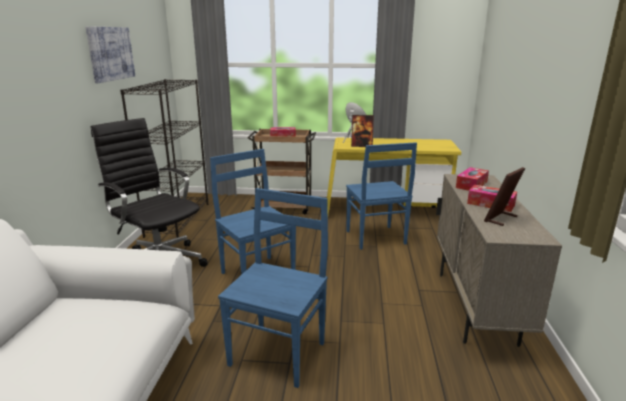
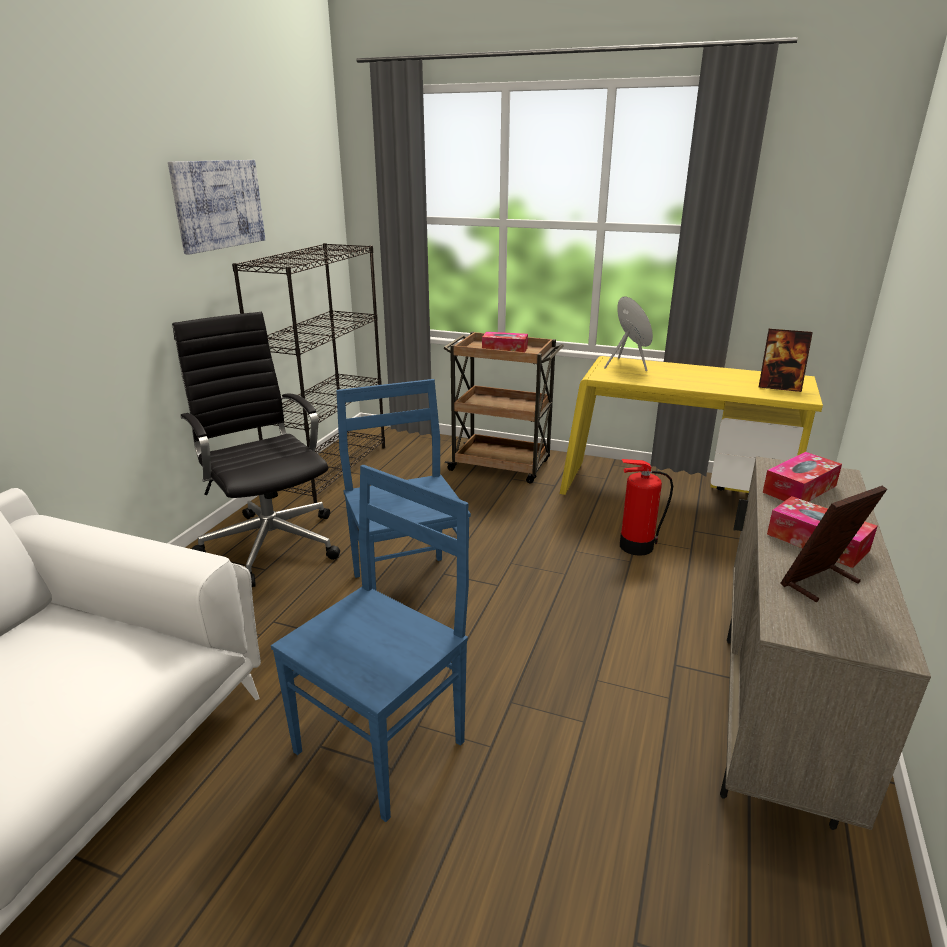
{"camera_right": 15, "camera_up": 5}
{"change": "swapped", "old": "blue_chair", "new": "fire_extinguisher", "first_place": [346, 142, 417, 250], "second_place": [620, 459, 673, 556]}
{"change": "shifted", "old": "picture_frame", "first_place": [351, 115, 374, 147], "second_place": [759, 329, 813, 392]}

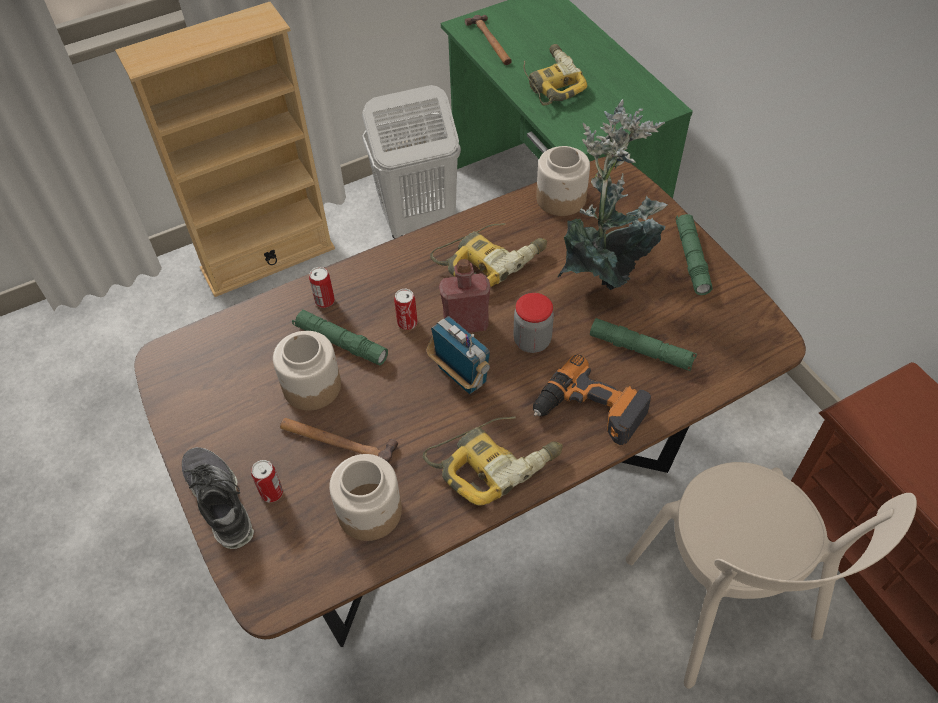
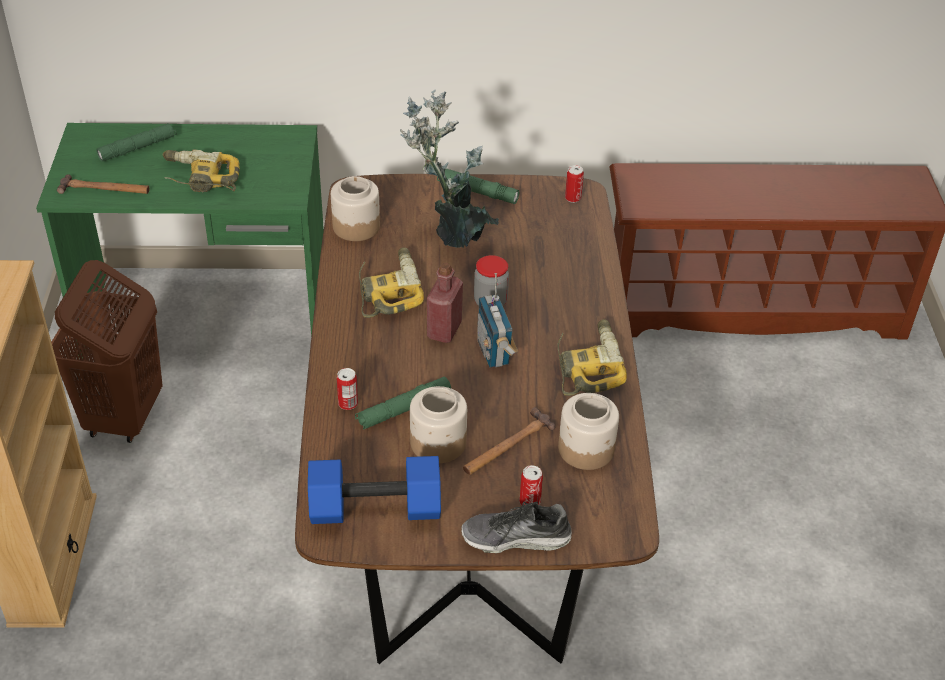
{"camera_right": -65, "camera_up": -10}
{"change": "repainted", "old": "white_laundry_basket", "new": "brown_laundry_basket", "first_place": [362, 85, 461, 239], "second_place": [51, 260, 163, 443]}
{"change": "shifted", "old": "green_flashlight", "first_place": [590, 318, 697, 371], "second_place": [96, 123, 177, 162]}
{"change": "new", "new": "blue_dumbbell", "second_place": [308, 456, 441, 524]}
{"change": "rotated", "old": "radio", "first_place": [427, 316, 490, 394], "second_place": [477, 273, 518, 368], "degrees": -90}
{"change": "shifted", "old": "can", "first_place": [394, 289, 418, 330], "second_place": [565, 165, 584, 203]}
{"change": "gone", "old": "power_drill", "first_place": [533, 354, 651, 445]}
{"change": "gone", "old": "beige_chair", "first_place": [626, 462, 917, 689]}

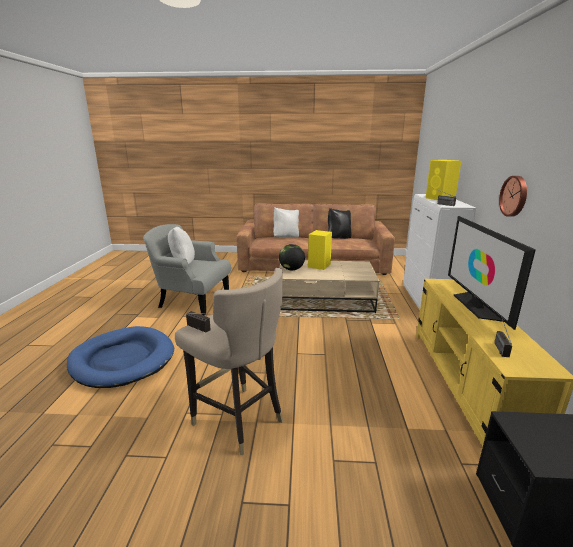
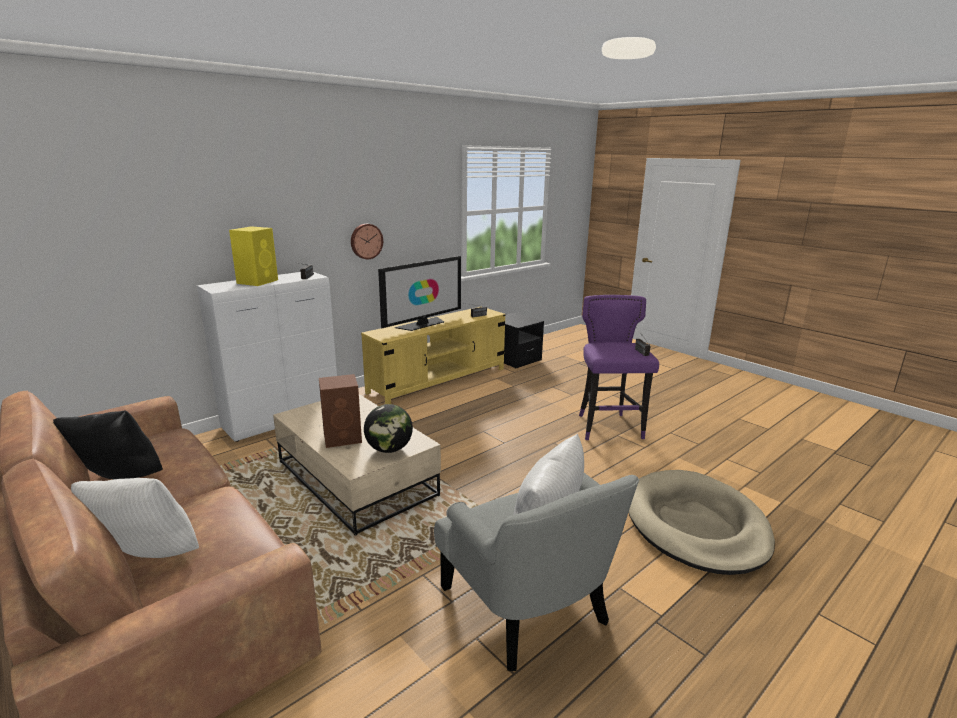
{"camera_right": -135, "camera_up": 0}
{"change": "repainted", "old": "yellow_speaker", "new": "brown_speaker", "first_place": [308, 230, 332, 270], "second_place": [319, 374, 362, 448]}
{"change": "repainted", "old": "beige_stool", "new": "purple_stool", "first_place": [175, 268, 283, 455], "second_place": [579, 295, 659, 440]}
{"change": "repainted", "old": "blue_dog_bed", "new": "beige_dog_bed", "first_place": [67, 326, 174, 388], "second_place": [628, 470, 775, 575]}

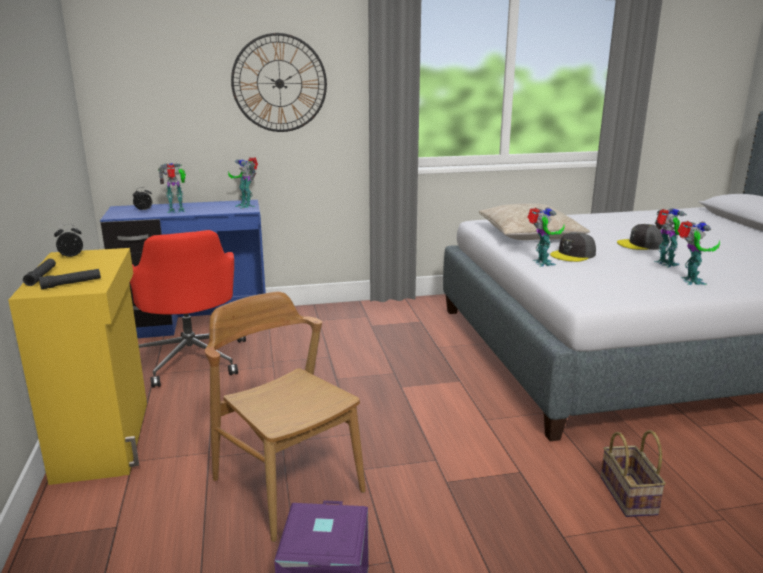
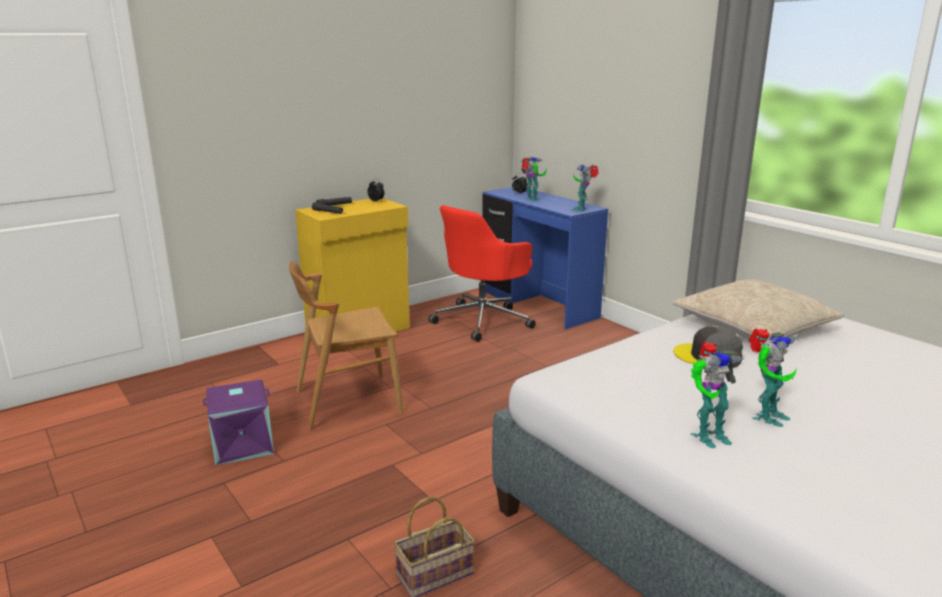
{"camera_right": 65, "camera_up": 0}
{"change": "rotated", "old": "brown_chair", "first_place": [205, 291, 366, 542], "second_place": [289, 261, 403, 430], "degrees": -135}
{"change": "gone", "old": "wall_clock", "first_place": [231, 33, 327, 132]}
{"change": "gone", "old": "toy_robot", "first_place": [527, 207, 565, 267]}
{"change": "gone", "old": "grey_cap", "first_place": [617, 224, 666, 250]}

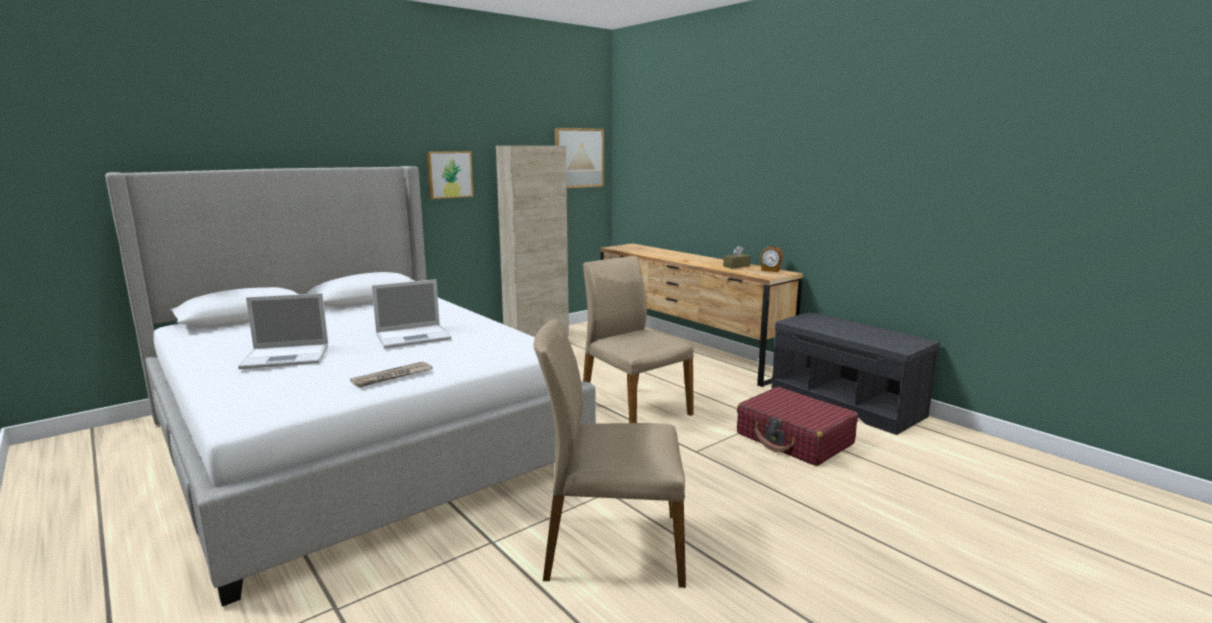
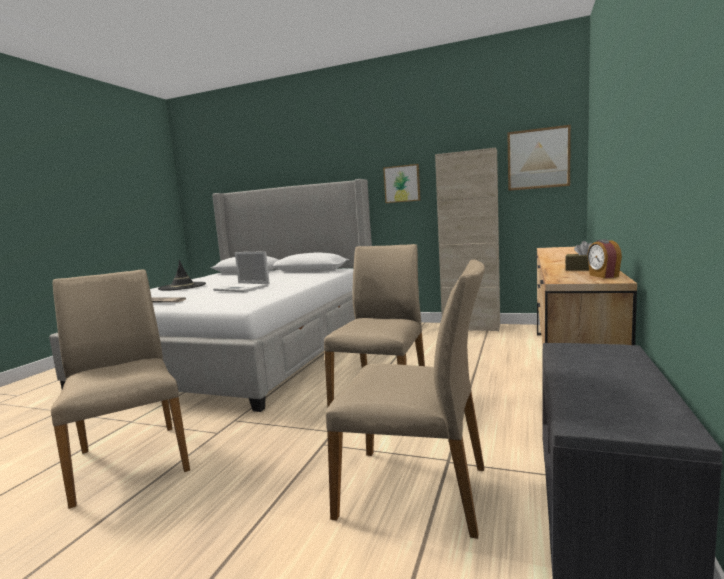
{"camera_right": 60, "camera_up": -5}
{"change": "swapped", "old": "laptop", "new": "black_hat", "first_place": [238, 293, 328, 369], "second_place": [158, 260, 206, 291]}
{"change": "swapped", "old": "red_suitcase", "new": "beige_chair", "first_place": [737, 387, 858, 466], "second_place": [326, 260, 485, 539]}

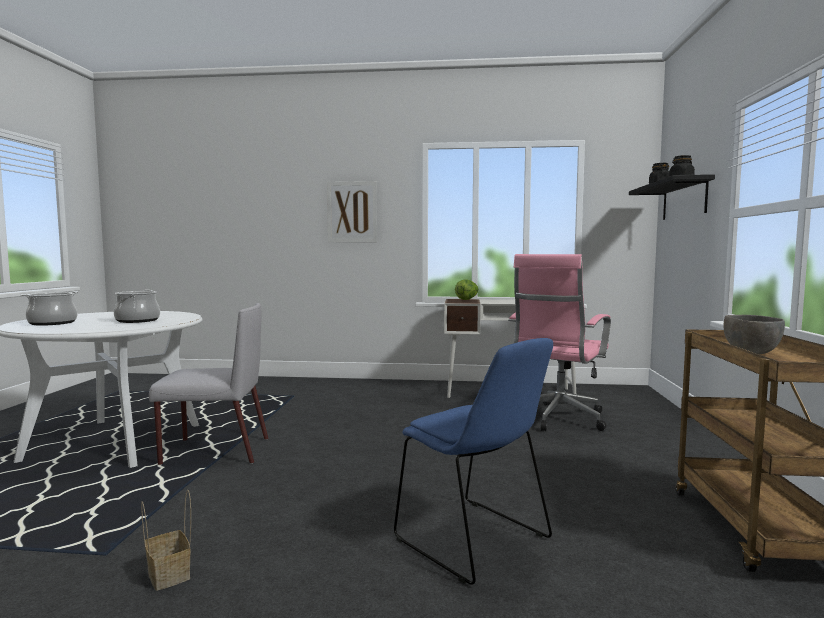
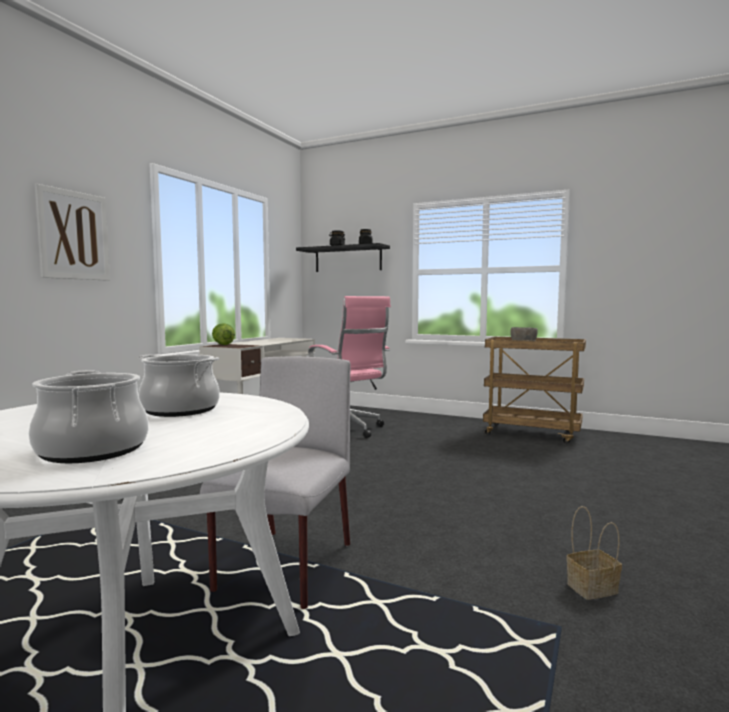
{"camera_right": -70, "camera_up": 0}
{"change": "gone", "old": "blue_chair", "first_place": [394, 338, 553, 585]}

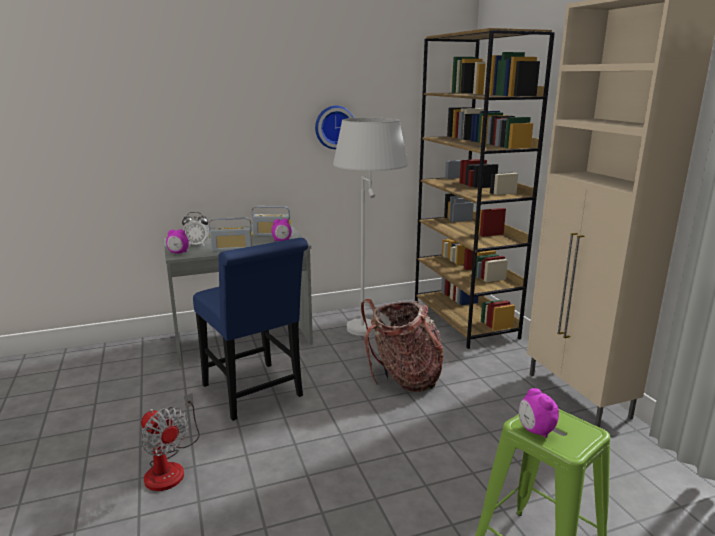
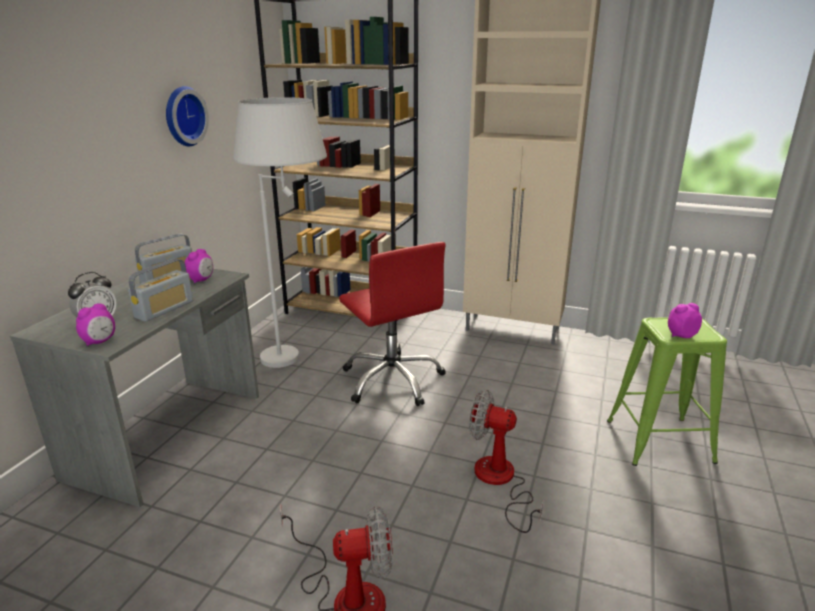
{"camera_right": -50, "camera_up": 5}
{"change": "swapped", "old": "backpack", "new": "red_office_chair", "first_place": [361, 299, 444, 392], "second_place": [339, 242, 446, 406]}
{"change": "new", "new": "fan", "second_place": [469, 390, 544, 533]}
{"change": "rotated", "old": "alarm_clock", "first_place": [519, 388, 559, 438], "second_place": [668, 303, 702, 338], "degrees": 150}
{"change": "gone", "old": "blue_chair", "first_place": [193, 238, 308, 421]}

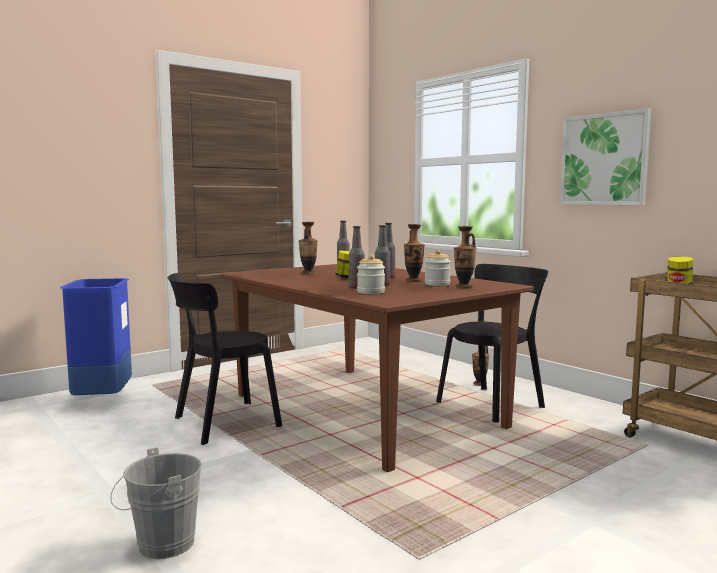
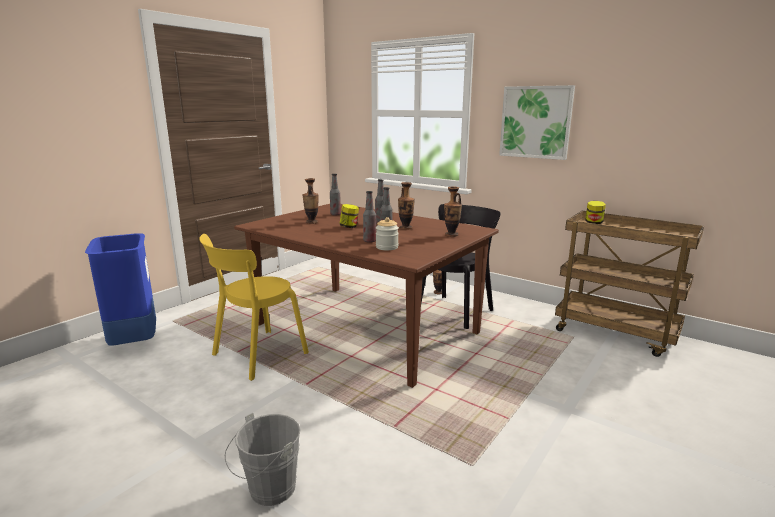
{"camera_right": -15, "camera_up": 10}
{"change": "repainted", "old": "black_chair", "new": "yellow_chair", "first_place": [168, 273, 282, 445], "second_place": [199, 234, 309, 381]}
{"change": "gone", "old": "jar", "first_place": [425, 250, 451, 286]}

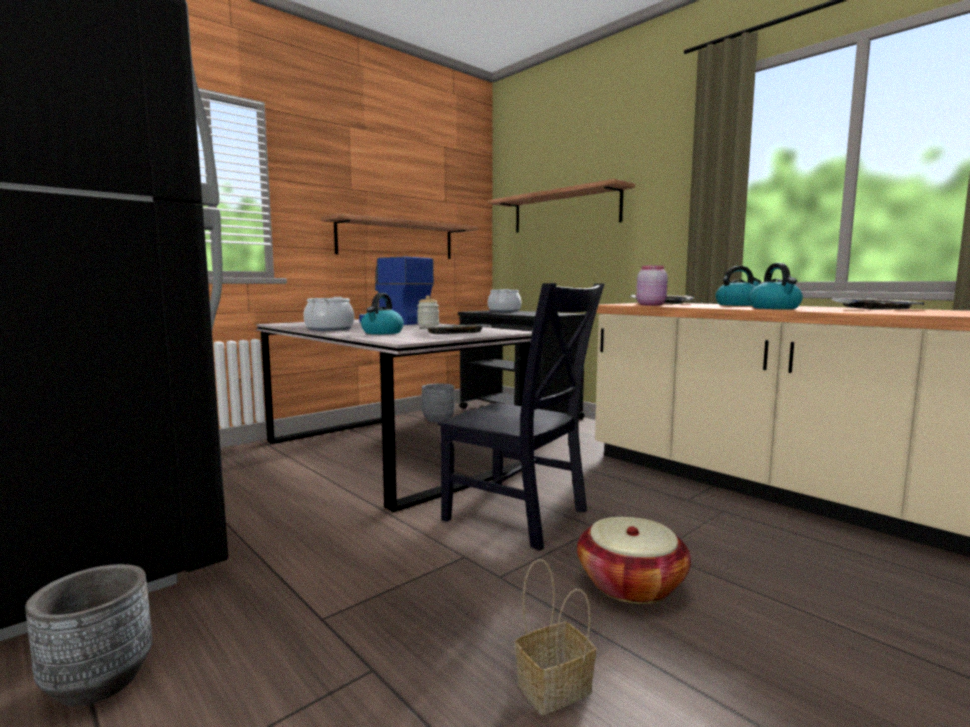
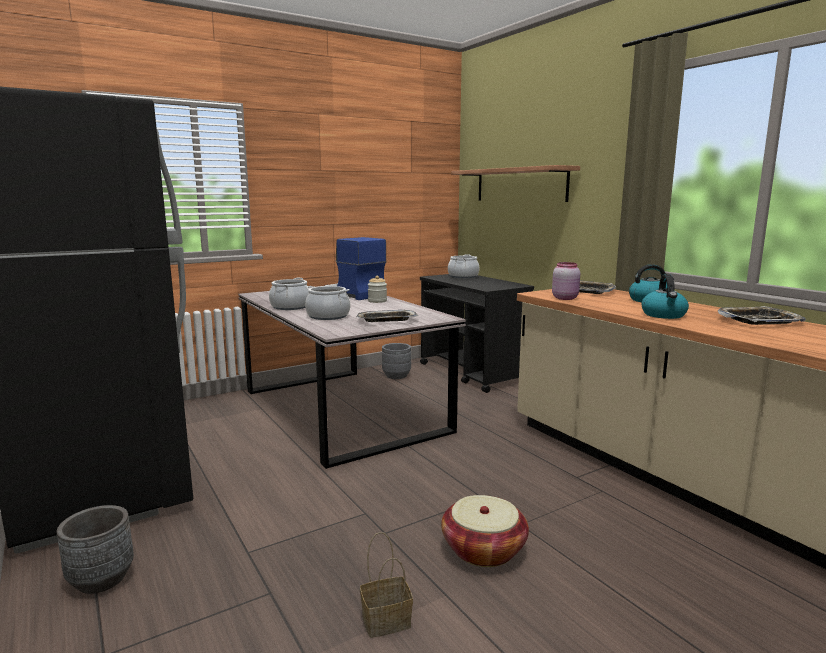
{"camera_right": 10, "camera_up": 5}
{"change": "swapped", "old": "kettle", "new": "cooking_pot", "first_place": [361, 293, 404, 334], "second_place": [305, 286, 350, 320]}
{"change": "gone", "old": "shelf", "first_place": [321, 213, 478, 259]}
{"change": "gone", "old": "black_chair", "first_place": [438, 283, 605, 551]}

